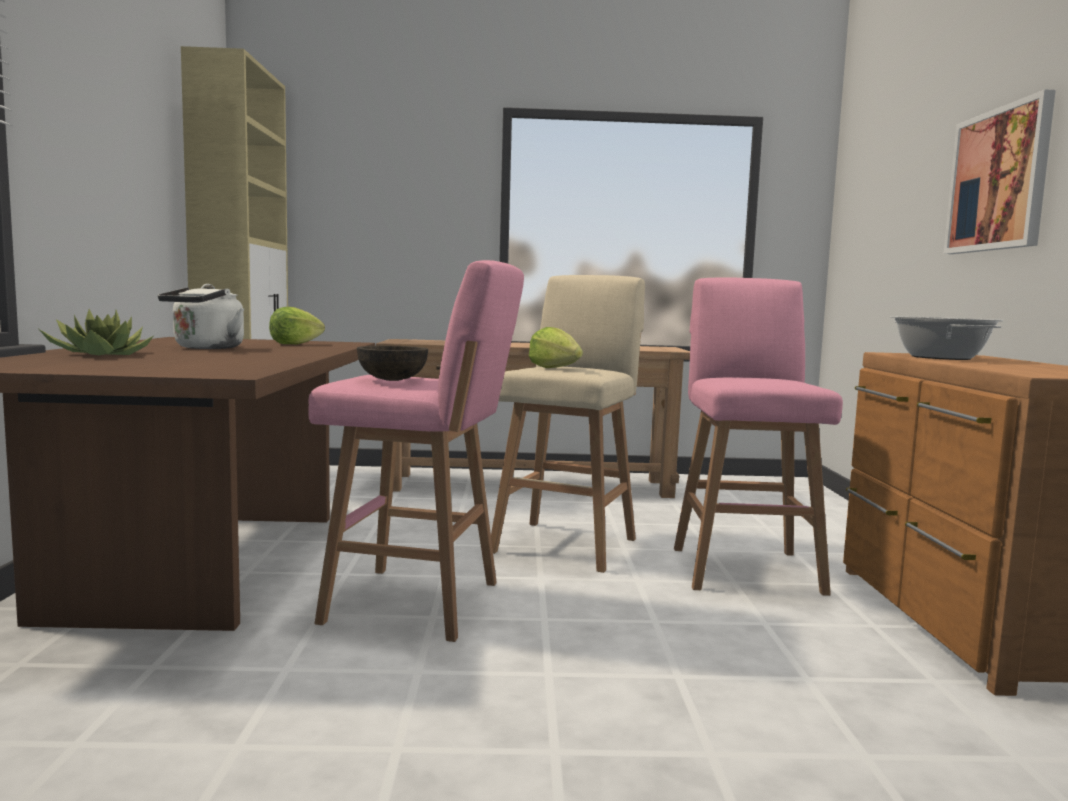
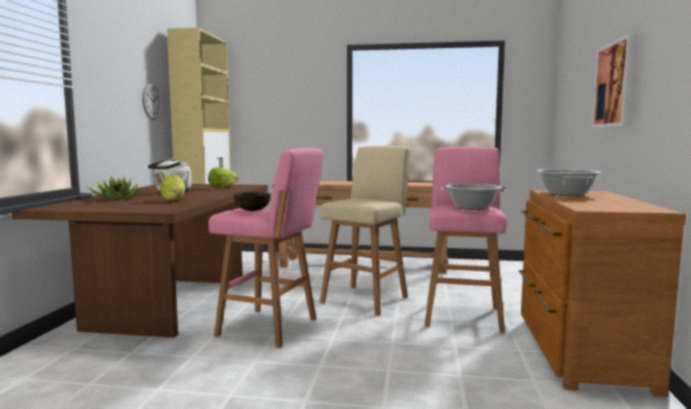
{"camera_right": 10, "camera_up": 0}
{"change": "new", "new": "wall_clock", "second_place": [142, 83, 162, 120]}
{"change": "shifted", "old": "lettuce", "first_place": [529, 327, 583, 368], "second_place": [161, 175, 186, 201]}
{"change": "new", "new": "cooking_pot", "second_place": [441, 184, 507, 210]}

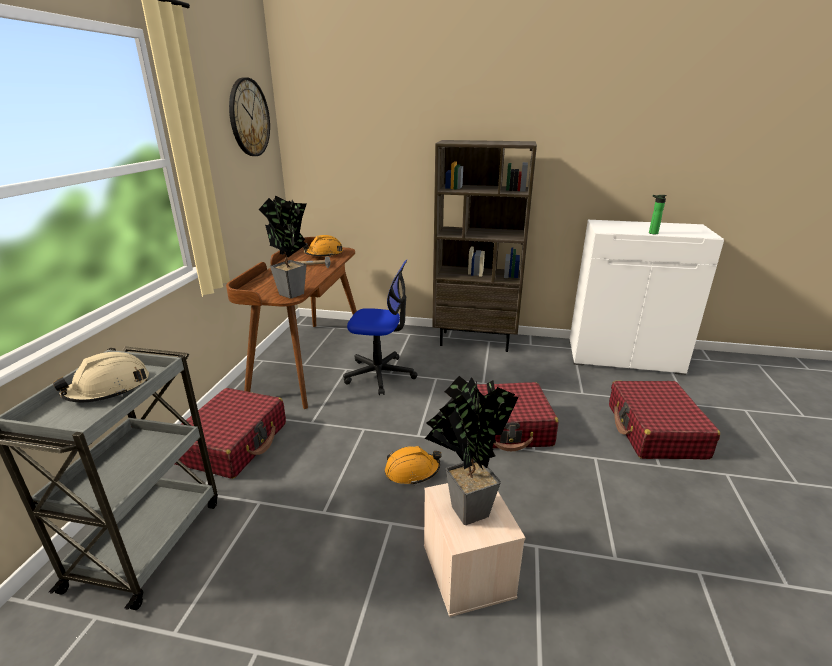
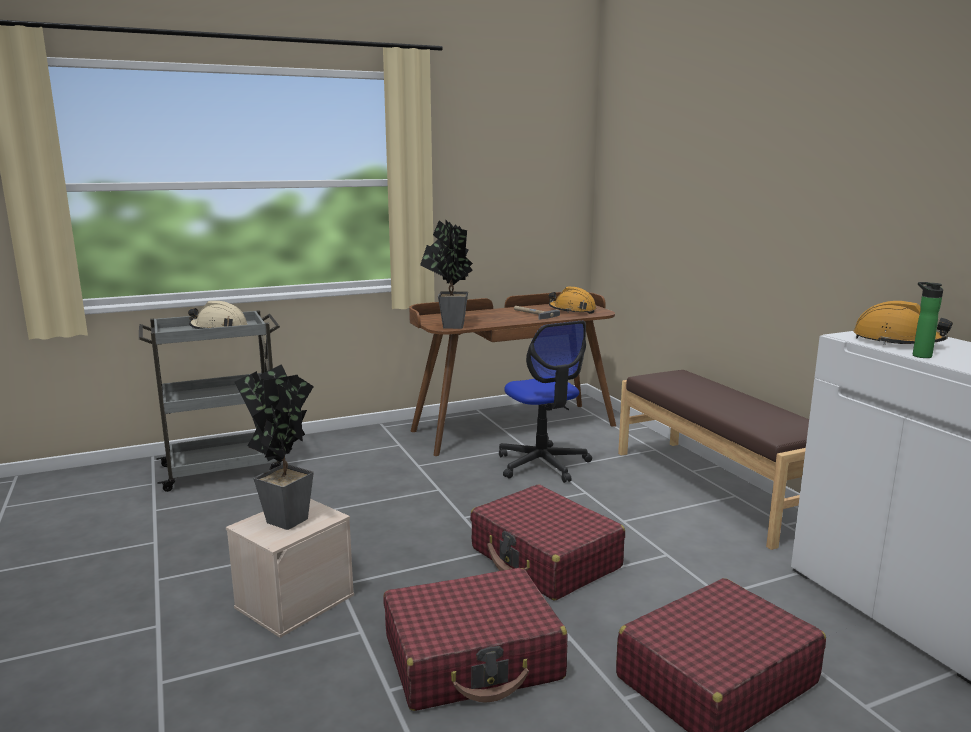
{"camera_right": 55, "camera_up": -10}
{"change": "shifted", "old": "red_suitcase", "first_place": [175, 388, 286, 479], "second_place": [383, 568, 568, 711]}
{"change": "swapped", "old": "brown_bookcase", "new": "brown_bench", "first_place": [432, 140, 537, 352], "second_place": [618, 370, 809, 550]}
{"change": "shifted", "old": "orange_hard_hat", "first_place": [385, 446, 442, 485], "second_place": [854, 301, 953, 345]}
{"change": "gone", "old": "wall_clock", "first_place": [229, 77, 270, 156]}

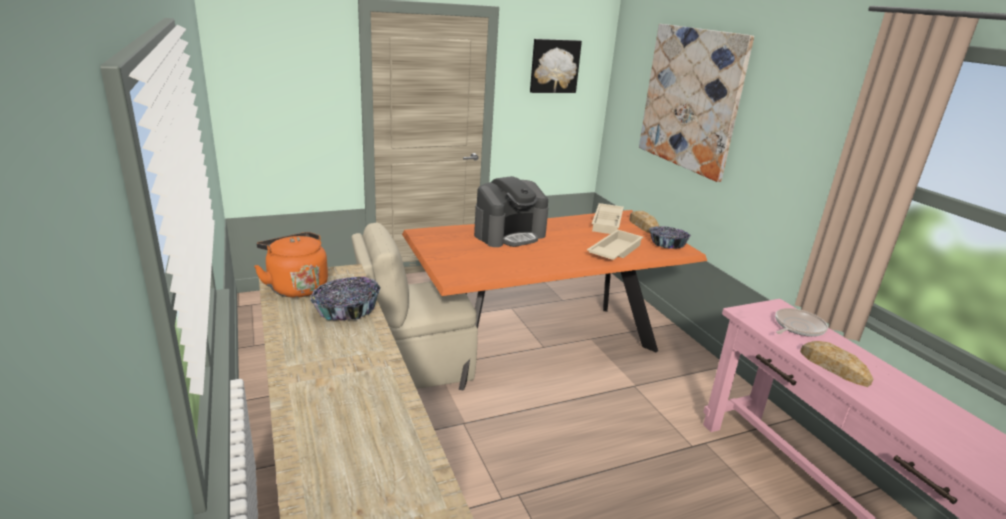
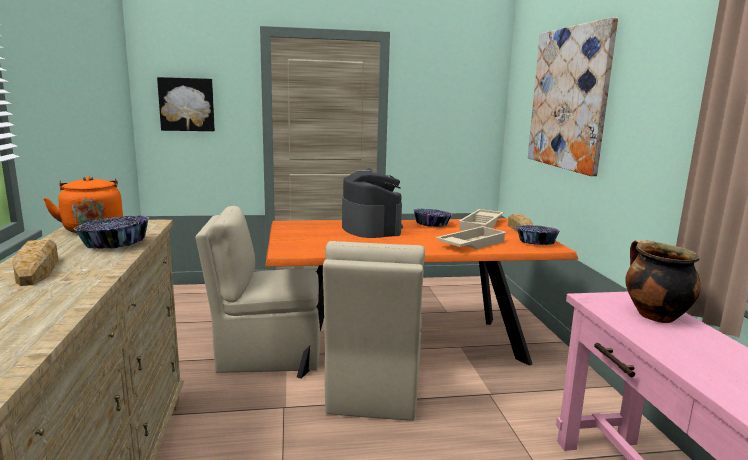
{"camera_right": 15, "camera_up": -10}
{"change": "shifted", "old": "bread", "first_place": [800, 341, 873, 387], "second_place": [12, 239, 59, 286]}
{"change": "shifted", "old": "picture", "first_place": [530, 39, 582, 93], "second_place": [157, 77, 215, 131]}
{"change": "new", "new": "beige_chair", "second_place": [323, 241, 425, 421]}
{"change": "rotated", "old": "coffee_machine", "first_place": [474, 176, 549, 247], "second_place": [342, 171, 403, 238], "degrees": -90}
{"change": "new", "new": "bowl", "second_place": [414, 209, 452, 227]}
{"change": "swapped", "old": "frying_pan", "new": "cooking_pot", "first_place": [775, 308, 828, 337], "second_place": [625, 240, 701, 323]}

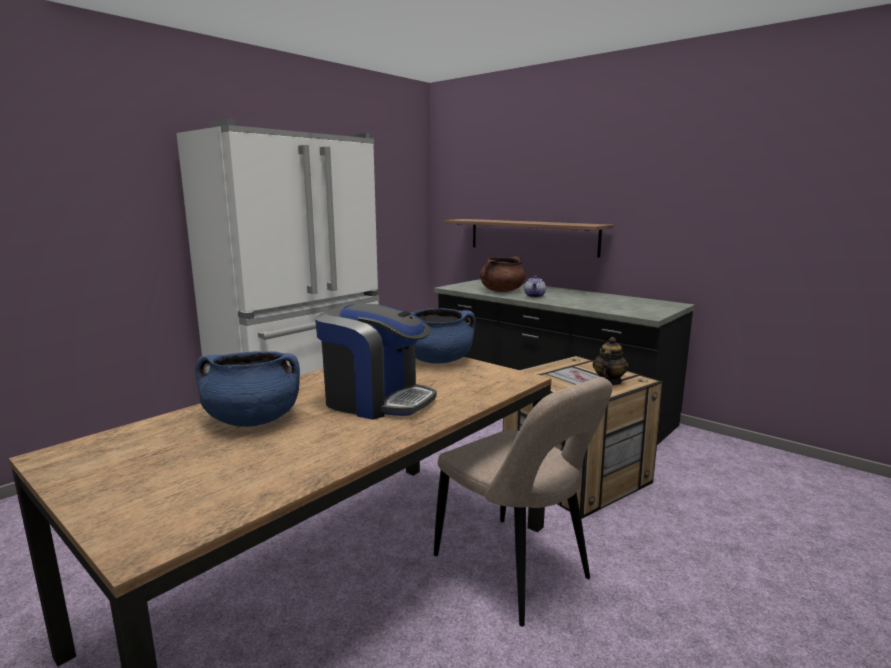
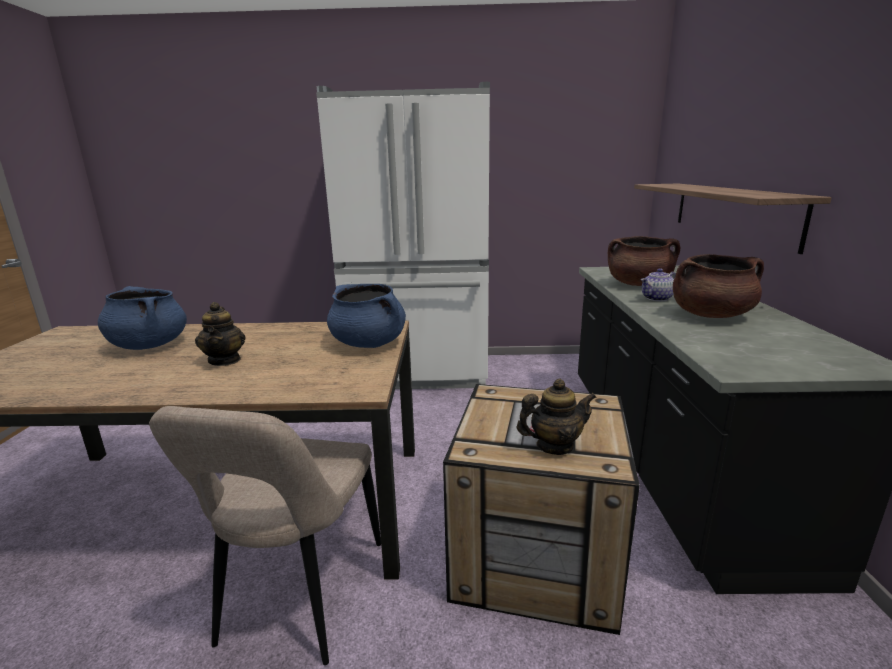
{"camera_right": 50, "camera_up": 5}
{"change": "swapped", "old": "coffee_machine", "new": "teapot", "first_place": [315, 303, 437, 420], "second_place": [195, 302, 245, 366]}
{"change": "new", "new": "brown_cooking_pot", "second_place": [673, 254, 764, 318]}

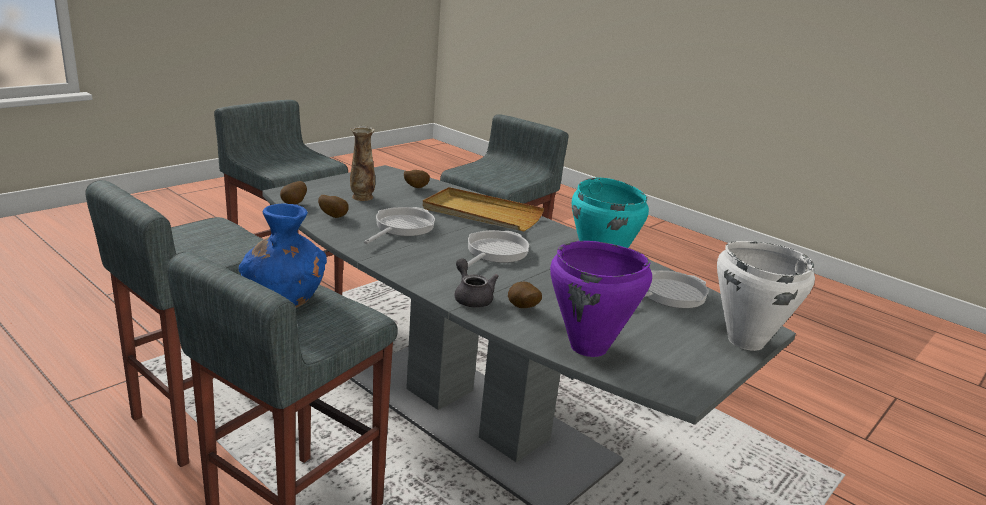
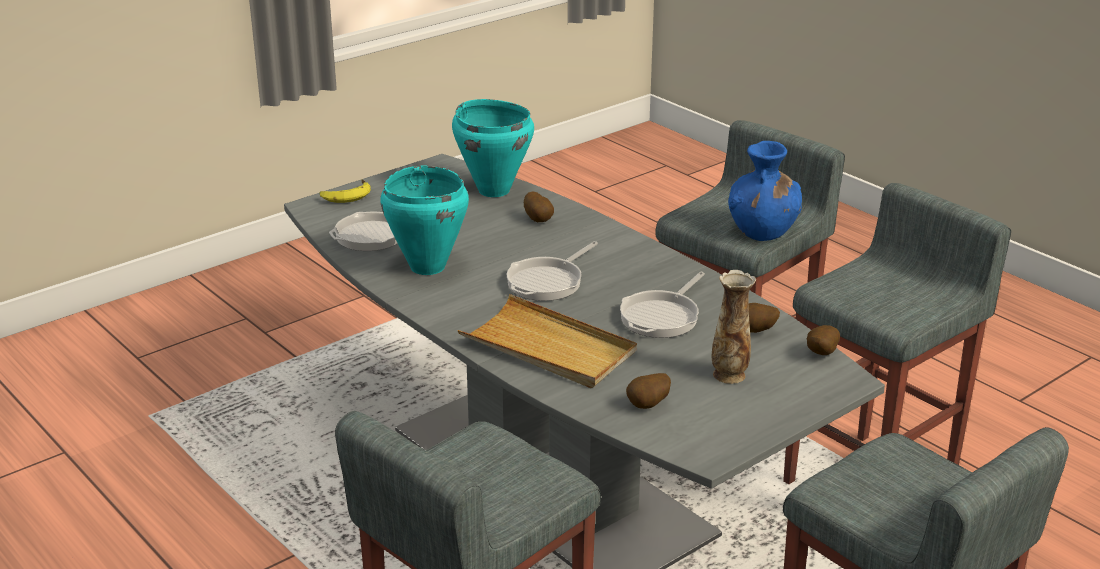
{"camera_right": -170, "camera_up": 5}
{"change": "swapped", "old": "white_cooking_pot", "new": "banana", "first_place": [717, 241, 815, 351], "second_place": [319, 180, 371, 203]}
{"change": "repainted", "old": "purple_cooking_pot", "new": "turquoise_cooking_pot", "first_place": [550, 241, 652, 357], "second_place": [452, 99, 534, 197]}
{"change": "gone", "old": "grey_teapot", "first_place": [455, 258, 499, 308]}

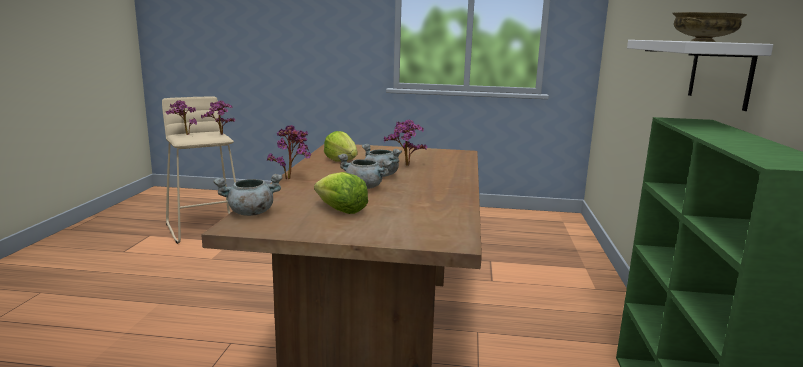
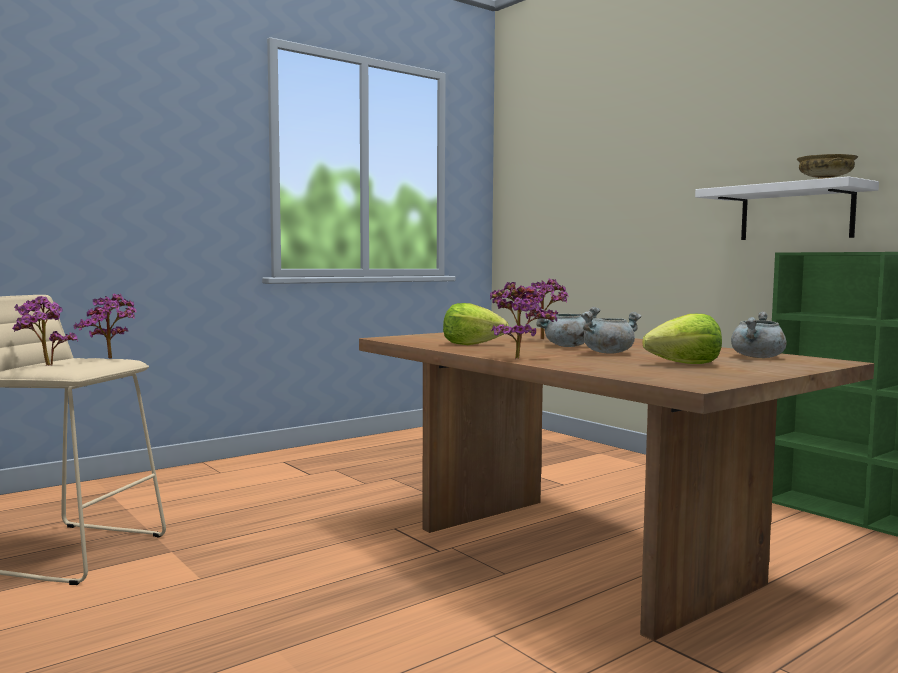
{"camera_right": -45, "camera_up": -10}
{"change": "shifted", "old": "grey_cooking_pot", "first_place": [213, 174, 283, 216], "second_place": [731, 311, 786, 358]}

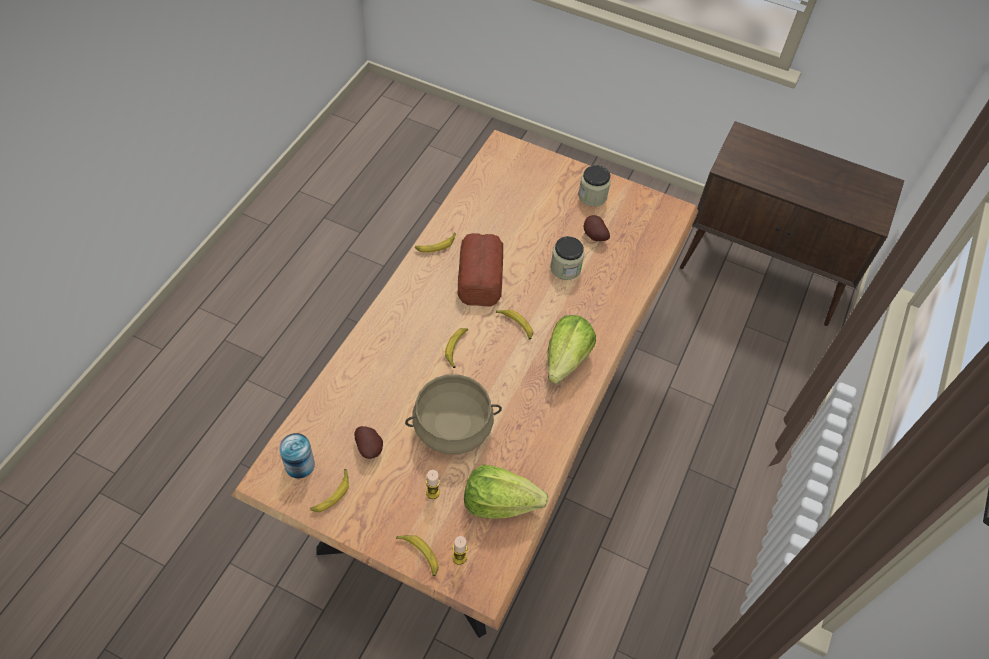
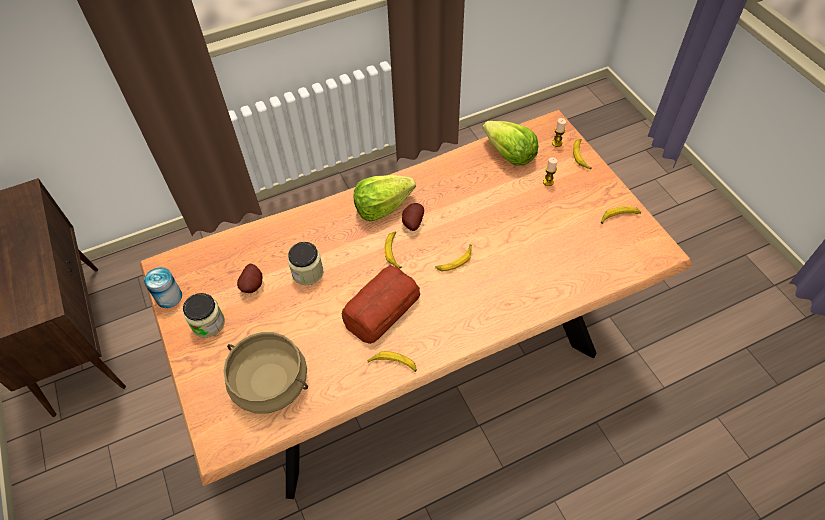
{"camera_right": -135, "camera_up": 0}
{"change": "shifted", "old": "can", "first_place": [279, 433, 315, 478], "second_place": [144, 267, 182, 308]}
{"change": "shifted", "old": "beige_cooking_pot", "first_place": [405, 374, 502, 454], "second_place": [223, 332, 308, 414]}
{"change": "shifted", "old": "potato", "first_place": [354, 426, 383, 459], "second_place": [402, 203, 424, 231]}

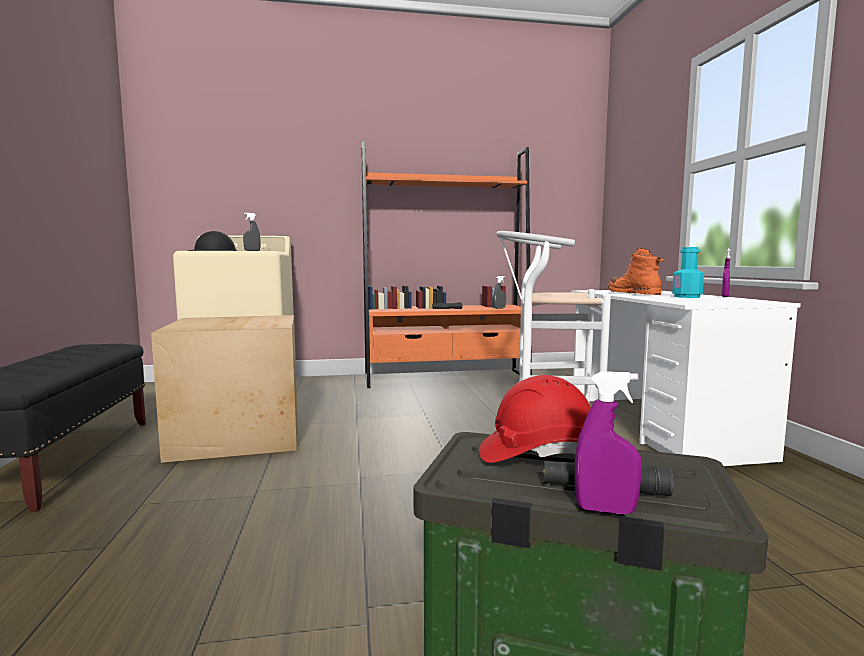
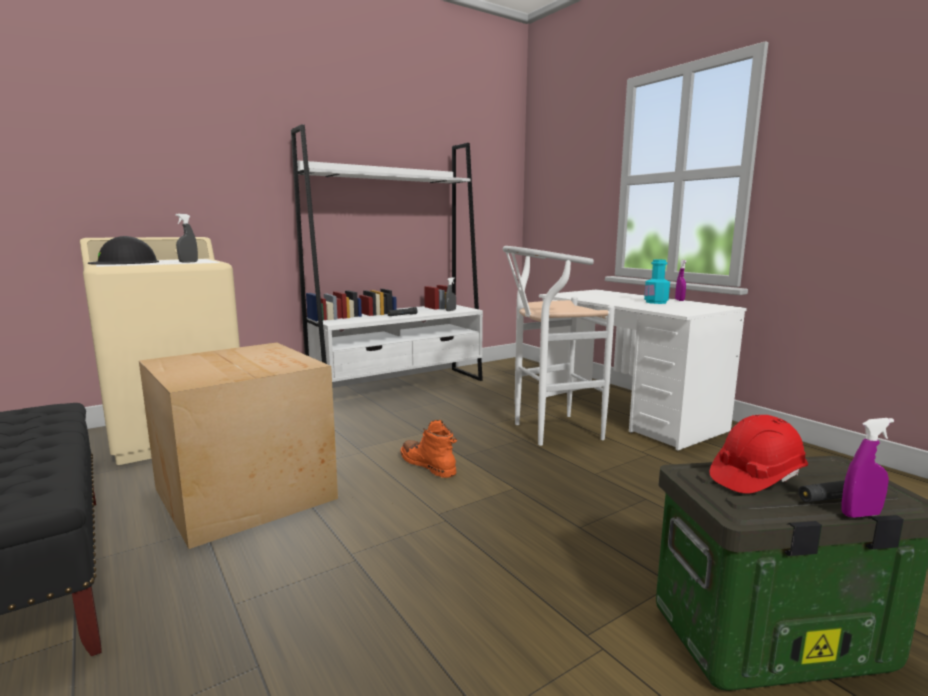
{"camera_right": -25, "camera_up": 5}
{"change": "repainted", "old": "orange_bookcase", "new": "white_bookcase", "first_place": [361, 141, 532, 388], "second_place": [291, 124, 483, 382]}
{"change": "shifted", "old": "orange_boot", "first_place": [607, 248, 664, 296], "second_place": [400, 420, 457, 478]}

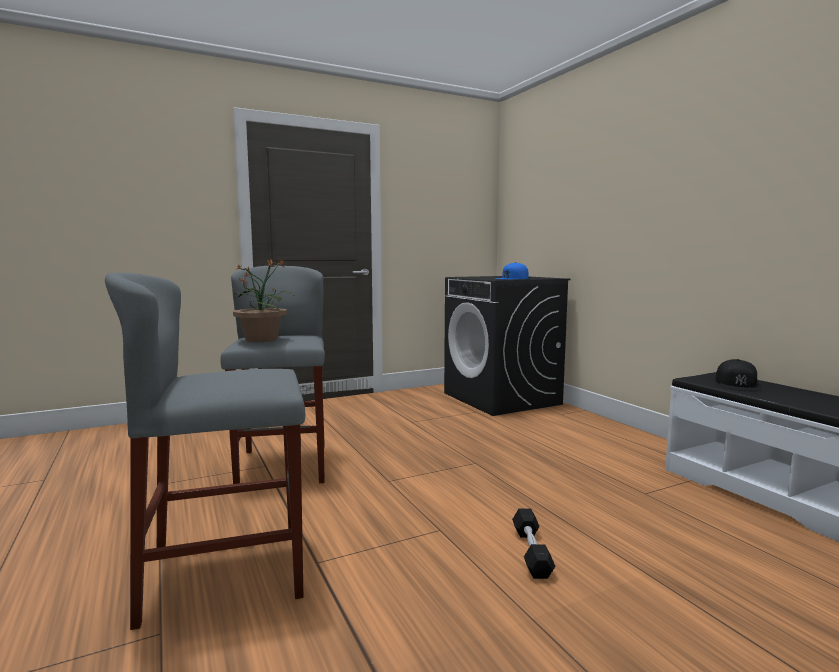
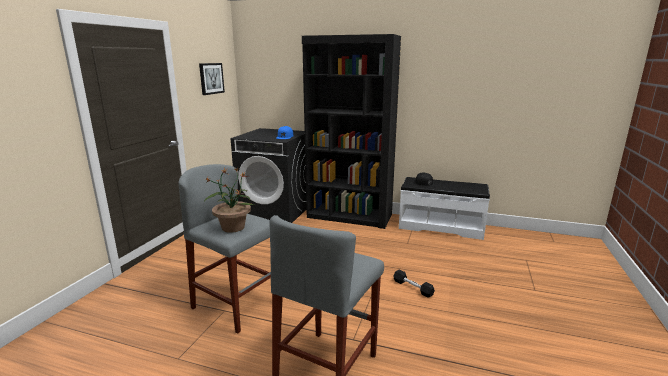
{"camera_right": -45, "camera_up": 10}
{"change": "new", "new": "picture", "second_place": [199, 63, 225, 95]}
{"change": "new", "new": "black_bookcase", "second_place": [302, 34, 401, 229]}

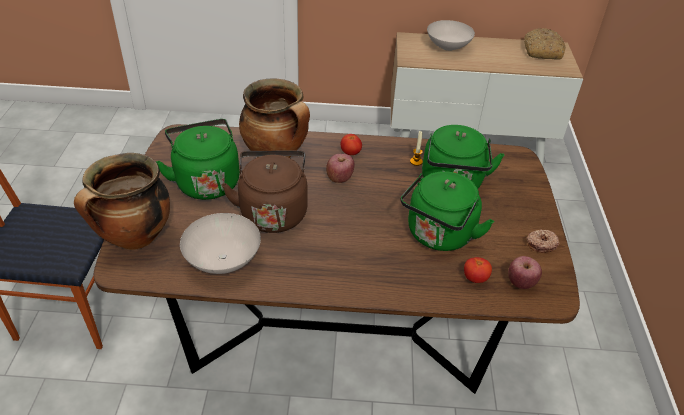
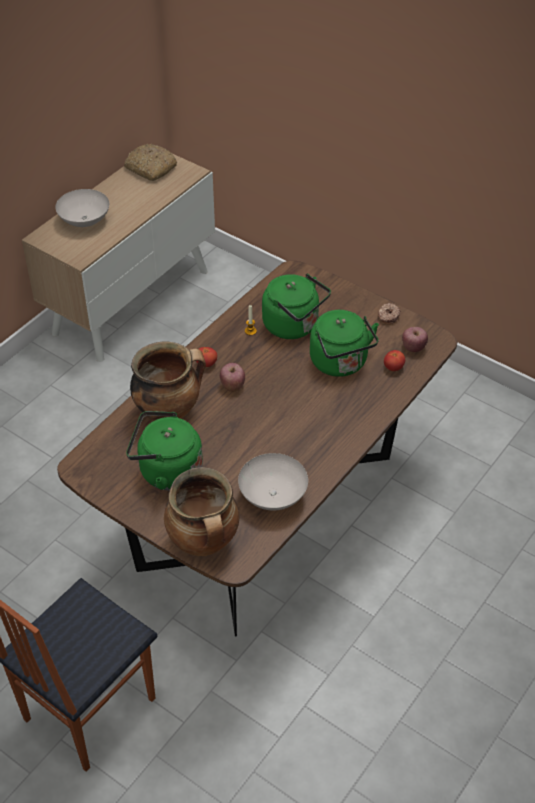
{"camera_right": -55, "camera_up": 5}
{"change": "gone", "old": "brown_kettle", "first_place": [222, 150, 308, 233]}

